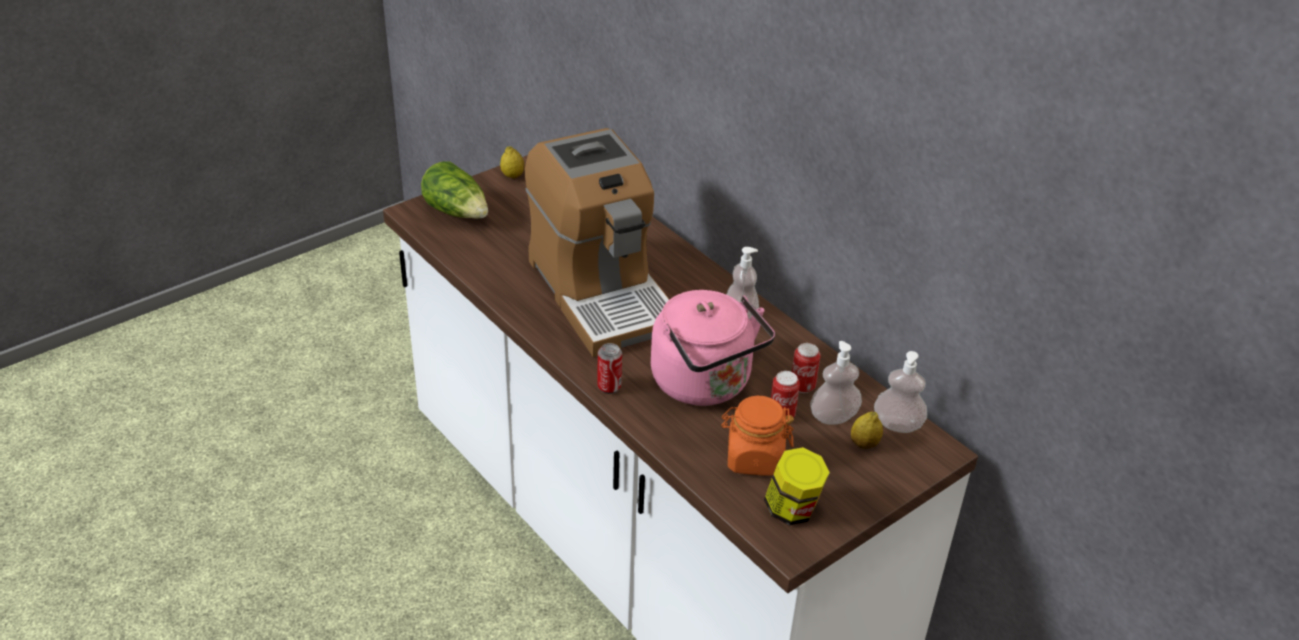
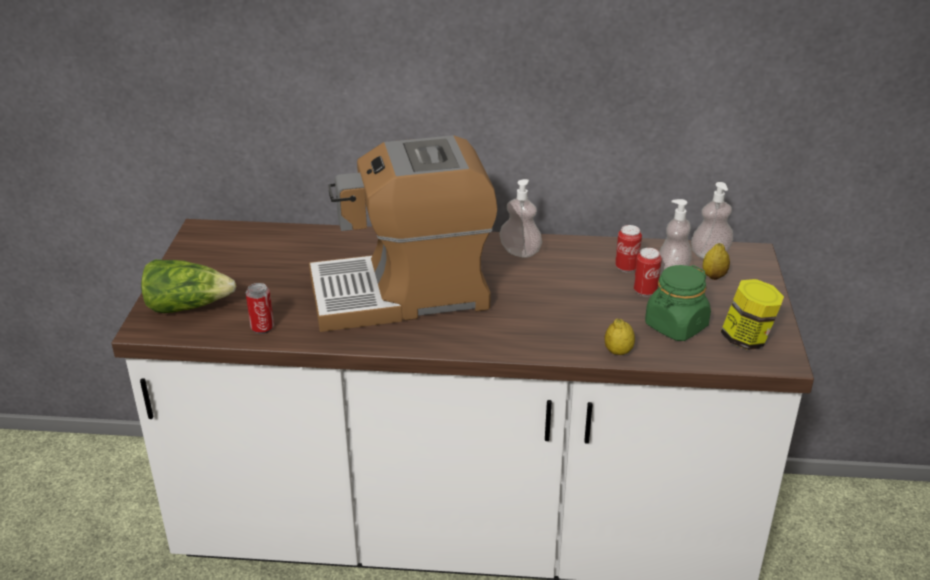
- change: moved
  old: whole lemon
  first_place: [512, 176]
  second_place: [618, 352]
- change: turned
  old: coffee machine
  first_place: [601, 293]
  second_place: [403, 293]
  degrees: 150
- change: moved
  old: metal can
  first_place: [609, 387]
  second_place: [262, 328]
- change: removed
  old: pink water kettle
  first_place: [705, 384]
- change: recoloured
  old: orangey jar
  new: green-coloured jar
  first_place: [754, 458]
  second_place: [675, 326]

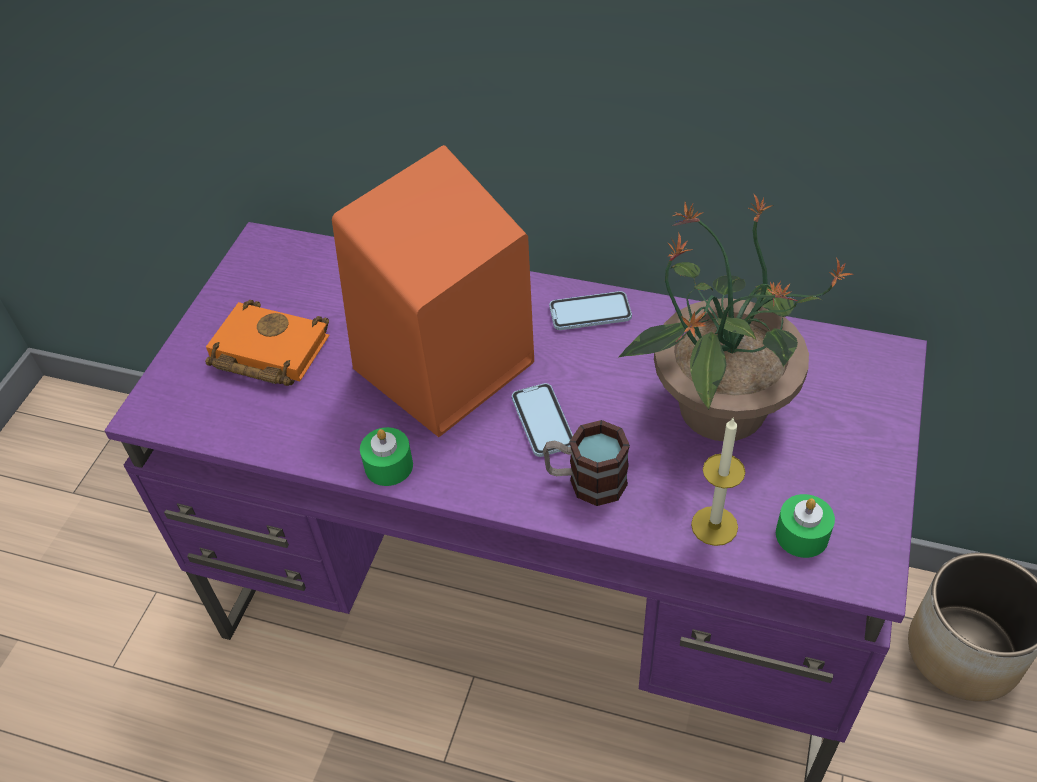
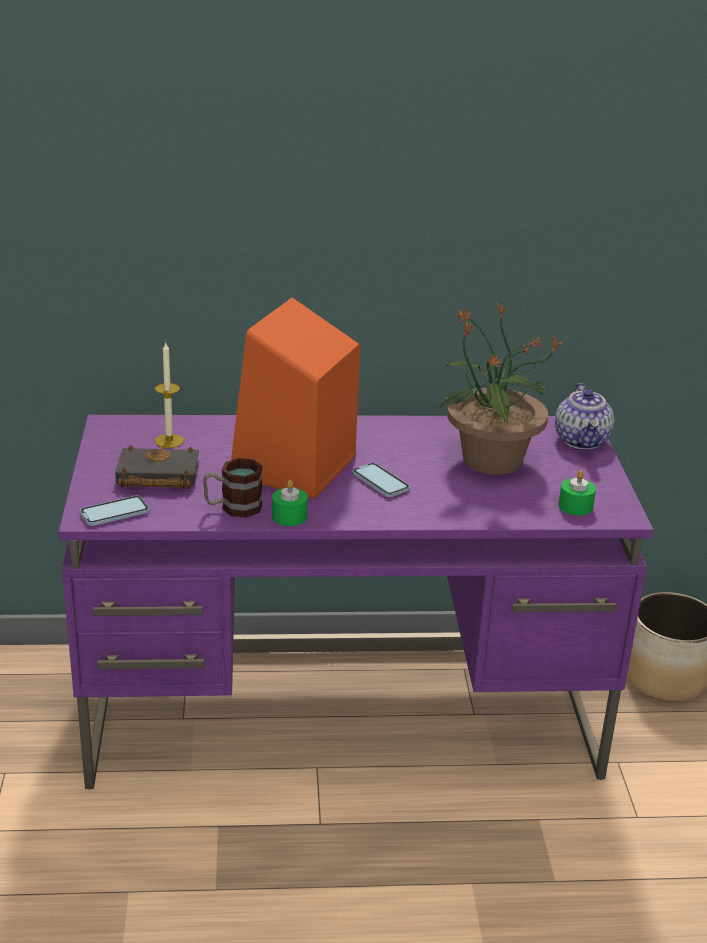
- change: recoloured
  old: orangey book
  new: black book
  first_place: [265, 351]
  second_place: [155, 476]
- change: moved
  old: mug
  first_place: [585, 481]
  second_place: [233, 507]
- change: moved
  old: phone
  first_place: [590, 313]
  second_place: [114, 513]
- change: moved
  old: wax candle
  first_place: [714, 526]
  second_place: [169, 441]
- change: added
  new: tea pot
  second_place: [582, 441]

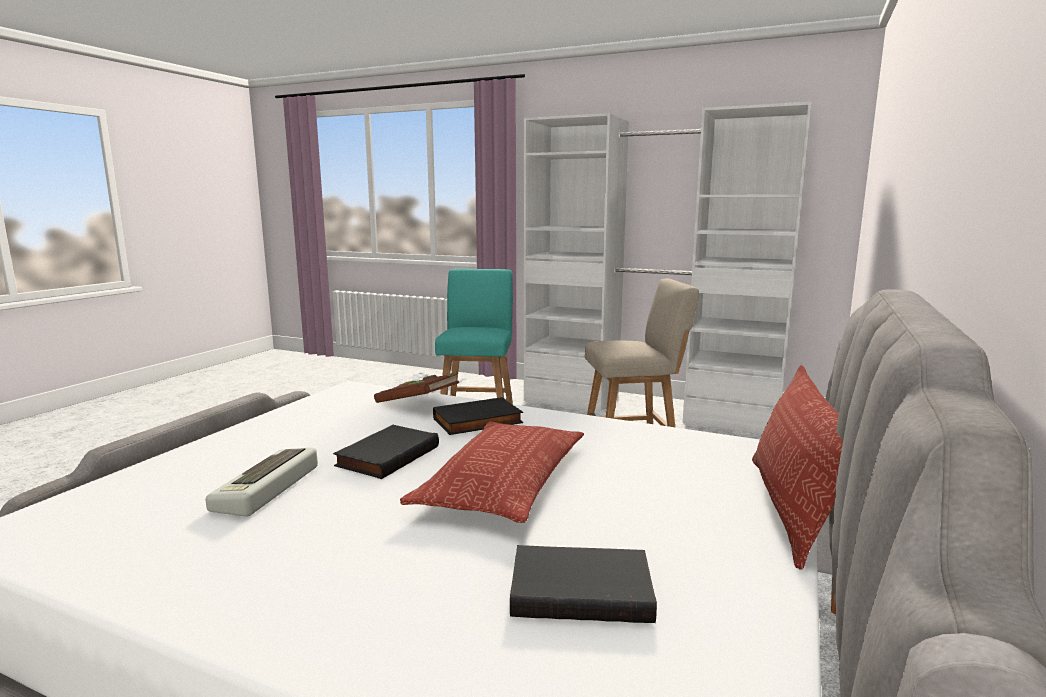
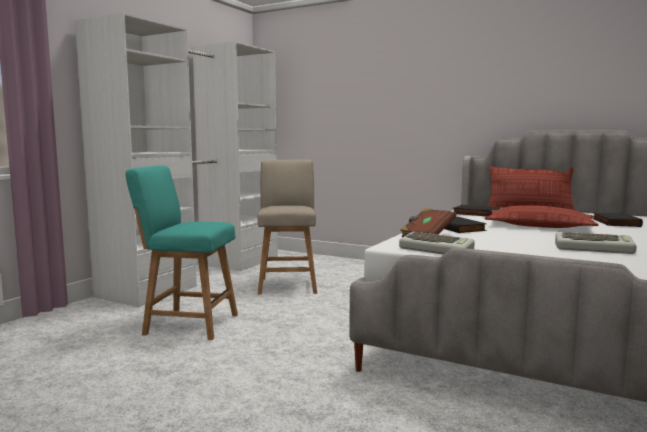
- change: moved
  old: black book
  first_place: [387, 455]
  second_place: [475, 214]
- change: added
  new: computer keyboard
  second_place: [437, 250]

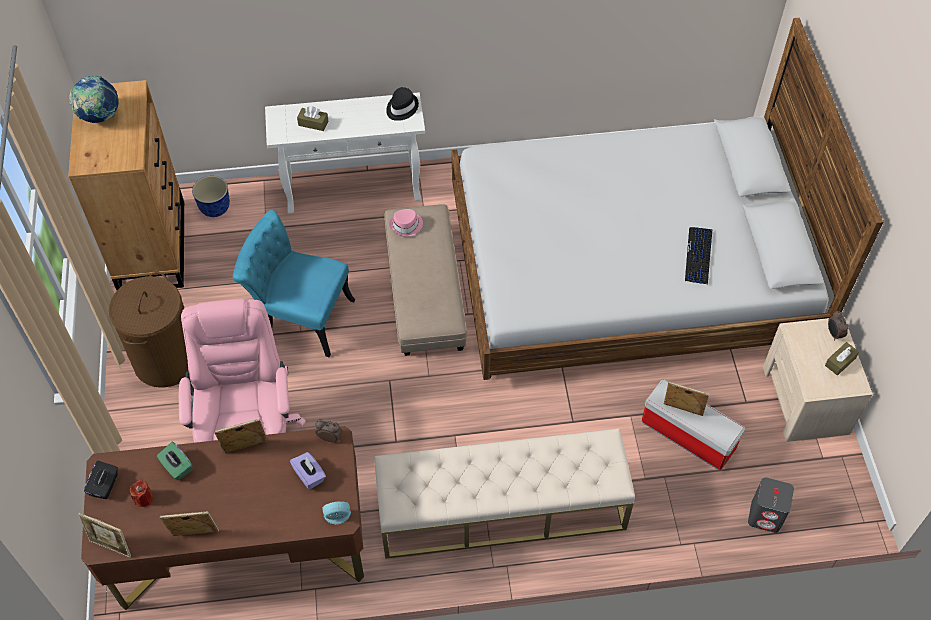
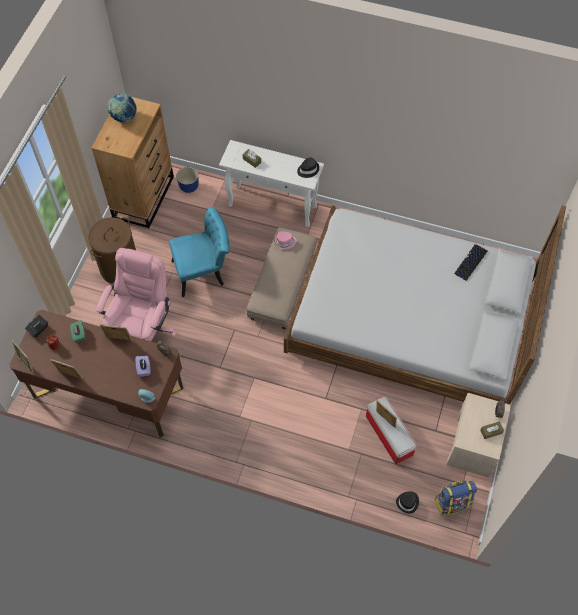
- change: turned
  old: turquoise-coloured chair
  first_place: [300, 316]
  second_place: [204, 271]
  degrees: 120
- change: removed
  old: sand-coloured long seat
  first_place: [500, 509]
- change: moved
  old: computer keyboard
  first_place: [698, 256]
  second_place: [470, 263]
- change: replaced
  old: greyish audio speaker
  new: black hat
  first_place: [765, 516]
  second_place: [408, 502]
- change: added
  new: knapsack
  second_place: [452, 503]

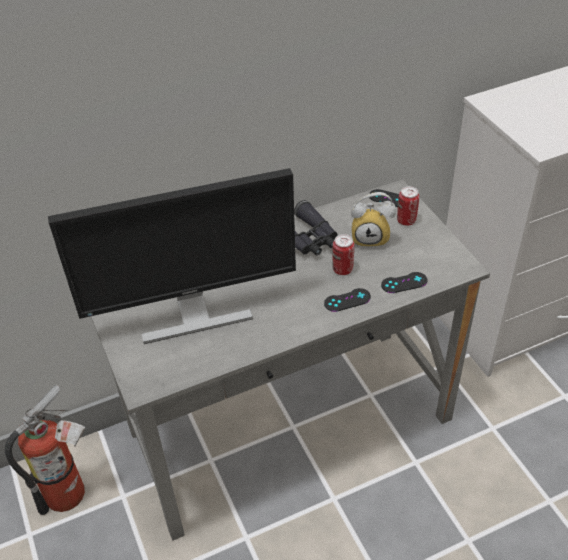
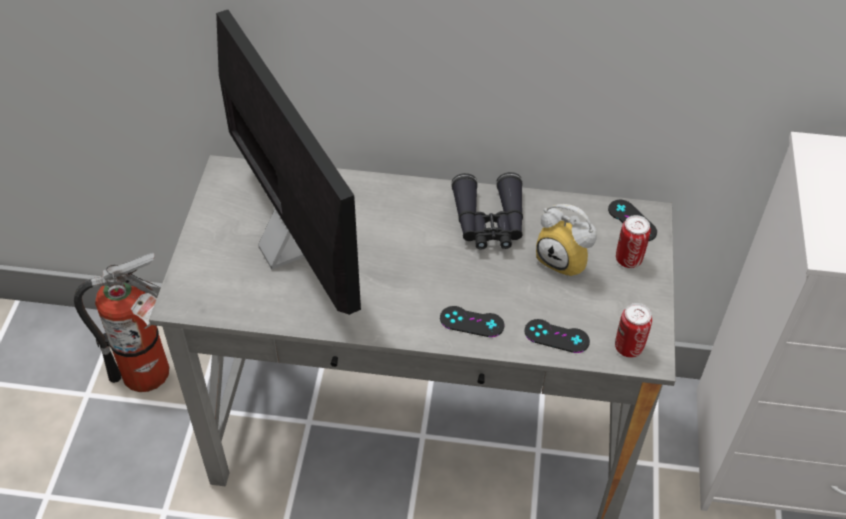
- change: turned
  old: computer screen
  first_place: [193, 314]
  second_place: [293, 249]
  degrees: -135
- change: moved
  old: metal can
  first_place: [342, 269]
  second_place: [628, 347]

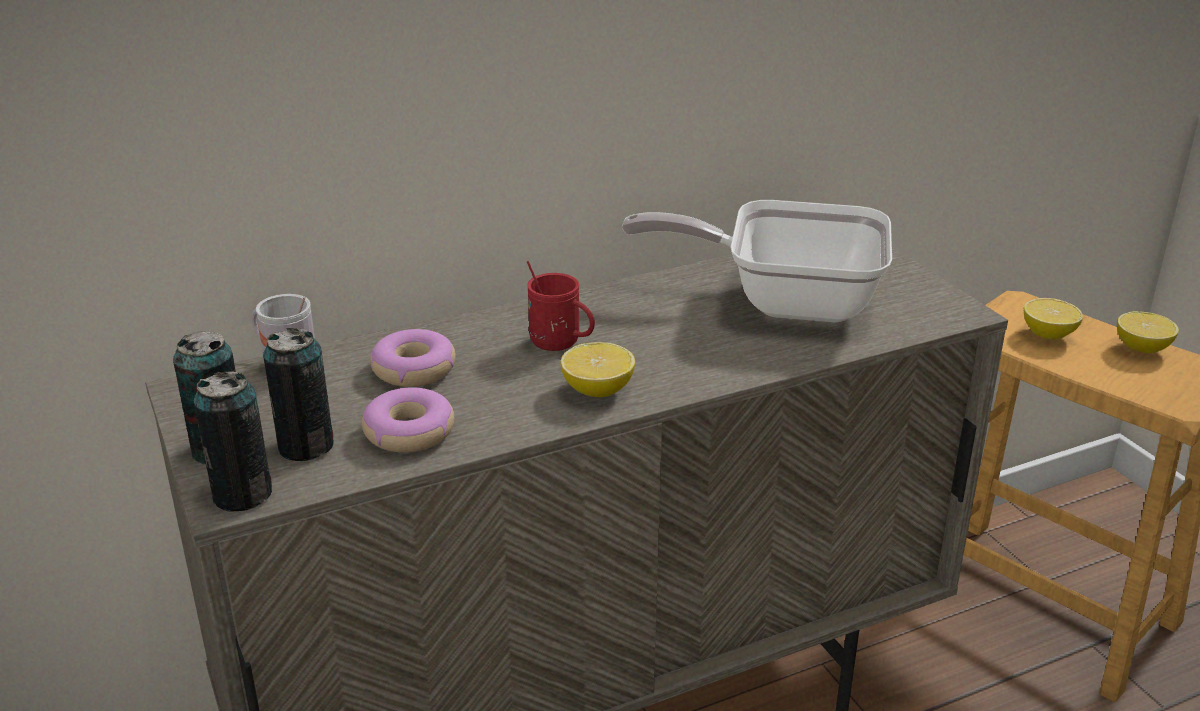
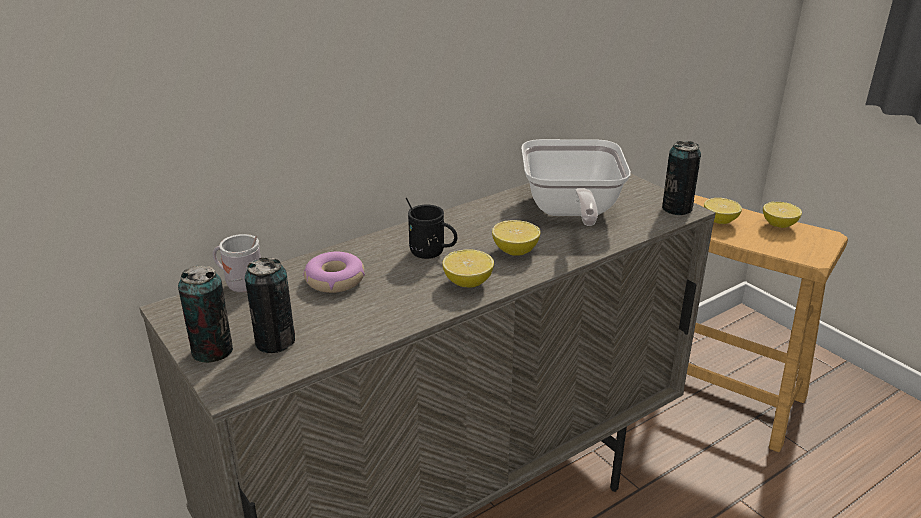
- change: moved
  old: metal can
  first_place: [242, 495]
  second_place: [677, 208]
- change: removed
  old: doughnut
  first_place: [409, 432]
- change: recoloured
  old: red mug
  new: black mug
  first_place: [561, 345]
  second_place: [432, 254]
- change: turned
  old: pan
  first_place: [784, 301]
  second_place: [570, 212]
  degrees: -90
- change: added
  new: whole lemon
  second_place: [515, 251]

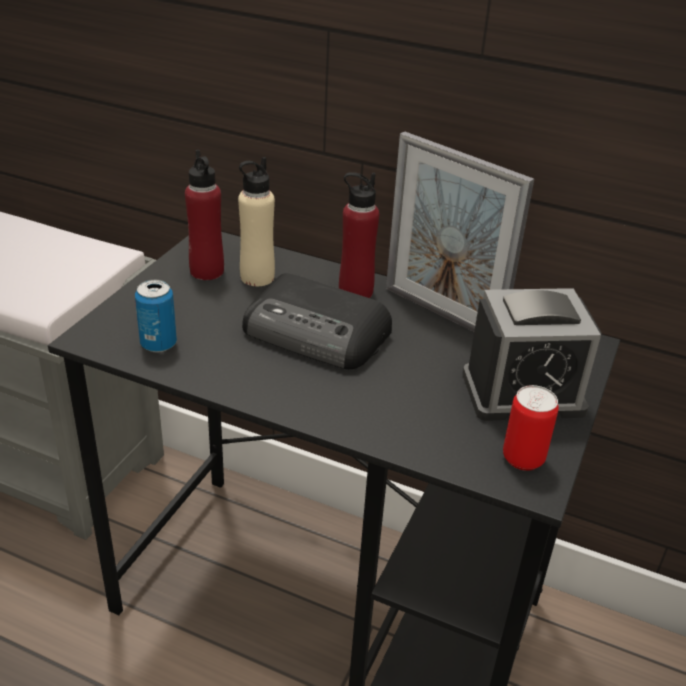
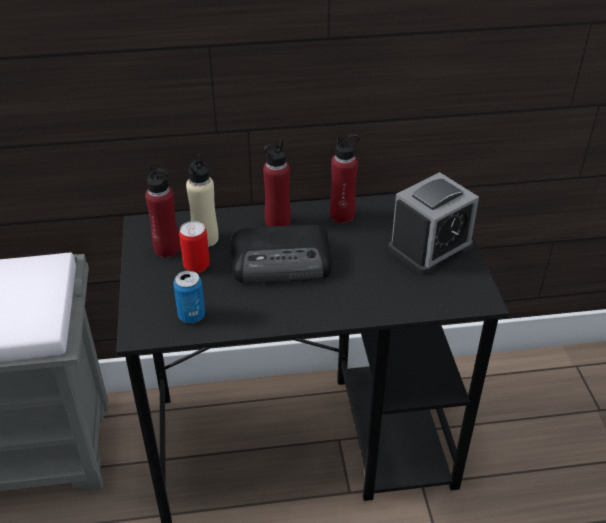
- change: replaced
  old: standing frame
  new: red bottle
  first_place: [442, 314]
  second_place: [342, 215]
- change: moved
  old: metal can
  first_place: [523, 458]
  second_place: [196, 266]

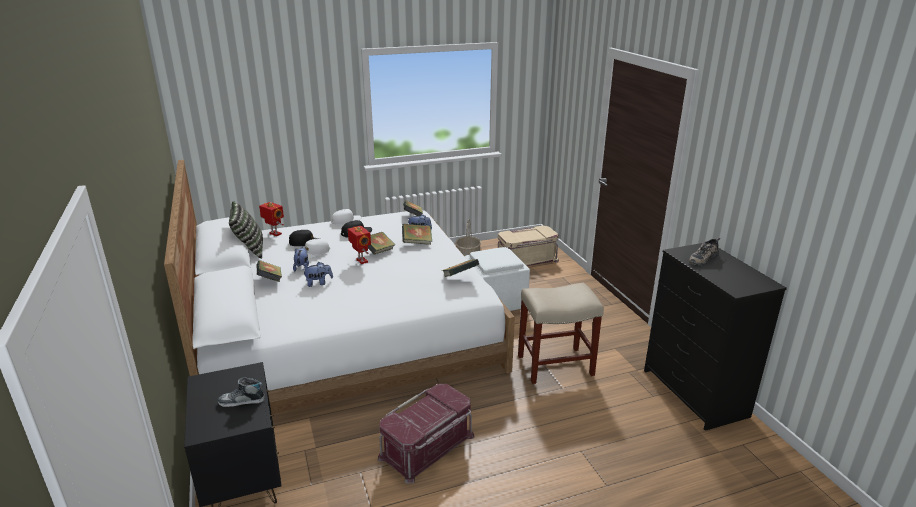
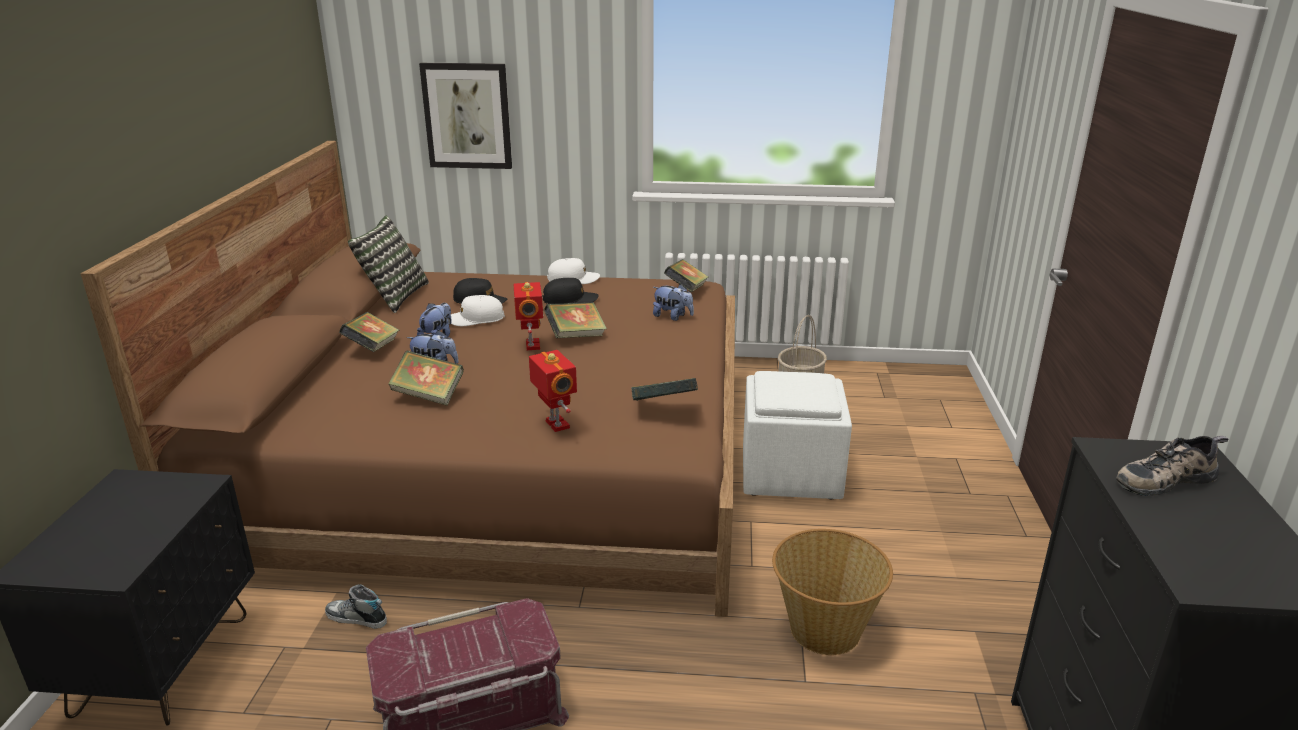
- change: recoloured
  old: white-coloured bed
  new: brown-coloured bed
  first_place: [342, 330]
  second_place: [501, 459]
- change: moved
  old: low shoe
  first_place: [242, 401]
  second_place: [356, 618]
- change: moved
  old: robot figure
  first_place: [274, 234]
  second_place: [555, 425]
- change: moved
  old: book
  first_place: [417, 242]
  second_place: [428, 396]
- change: removed
  old: sand-coloured storage container
  first_place: [526, 259]
- change: replaced
  old: sand-coloured stool
  new: household basket
  first_place: [556, 365]
  second_place: [825, 629]
- change: added
  new: picture
  second_place: [467, 116]

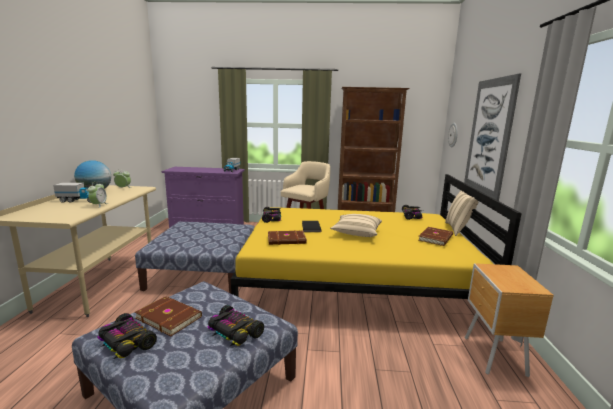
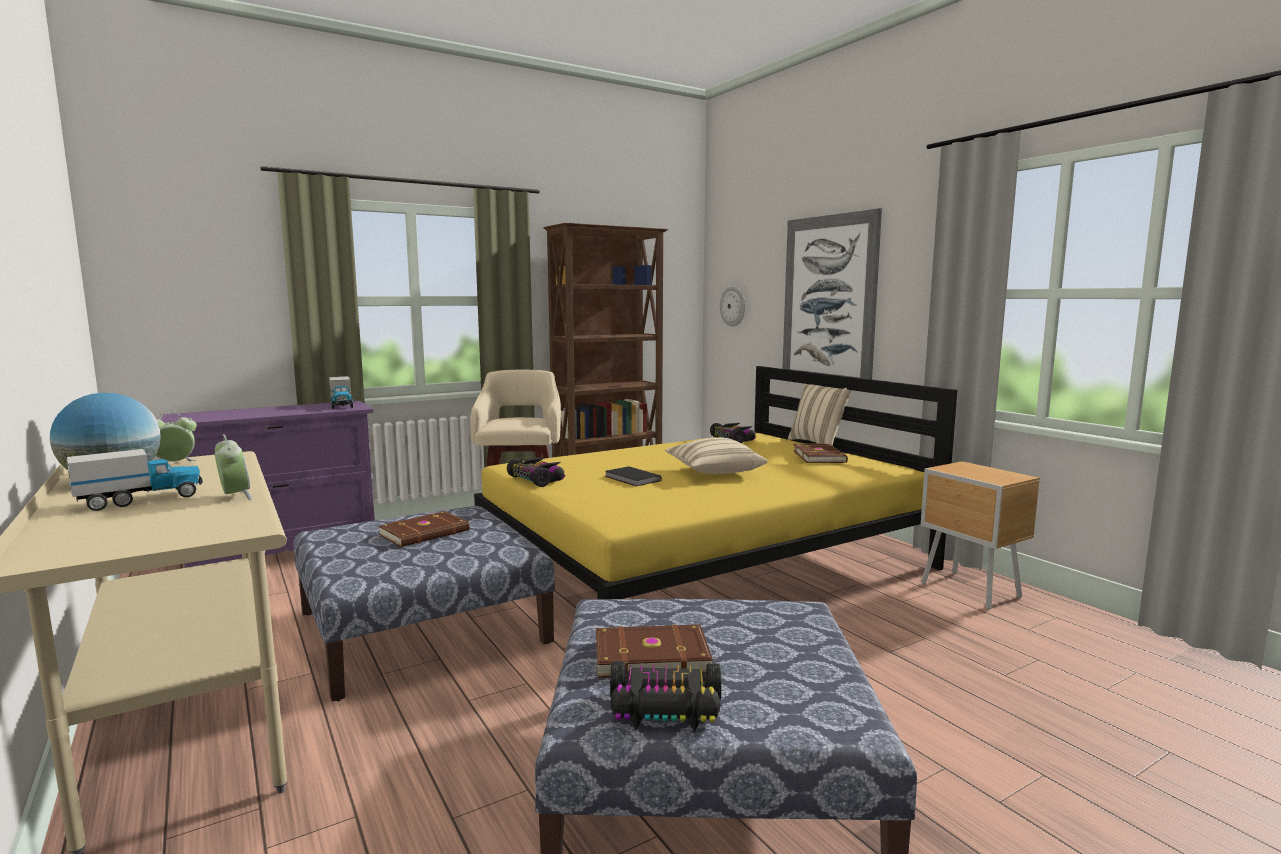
- change: removed
  old: miniature car
  first_place: [234, 332]
- change: moved
  old: brown-coloured book
  first_place: [287, 240]
  second_place: [425, 533]

